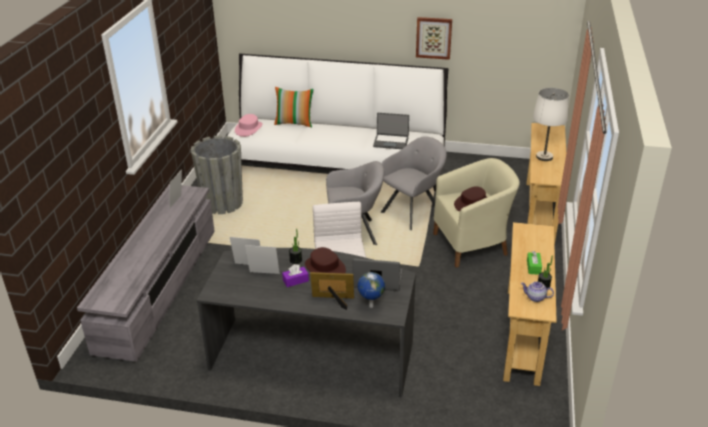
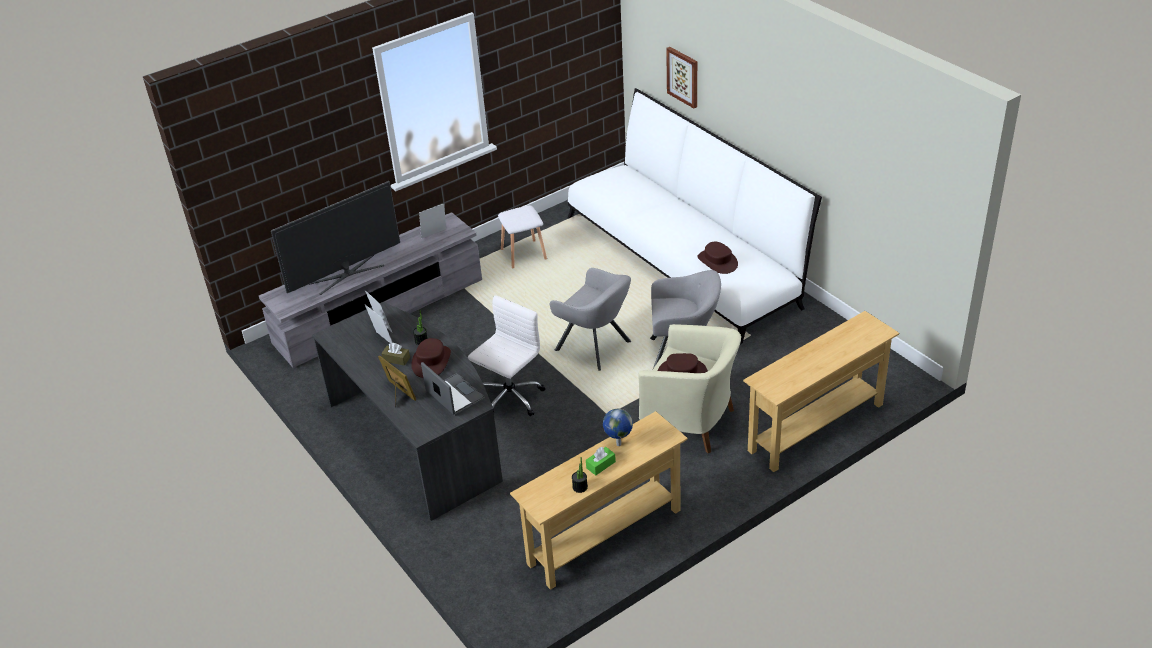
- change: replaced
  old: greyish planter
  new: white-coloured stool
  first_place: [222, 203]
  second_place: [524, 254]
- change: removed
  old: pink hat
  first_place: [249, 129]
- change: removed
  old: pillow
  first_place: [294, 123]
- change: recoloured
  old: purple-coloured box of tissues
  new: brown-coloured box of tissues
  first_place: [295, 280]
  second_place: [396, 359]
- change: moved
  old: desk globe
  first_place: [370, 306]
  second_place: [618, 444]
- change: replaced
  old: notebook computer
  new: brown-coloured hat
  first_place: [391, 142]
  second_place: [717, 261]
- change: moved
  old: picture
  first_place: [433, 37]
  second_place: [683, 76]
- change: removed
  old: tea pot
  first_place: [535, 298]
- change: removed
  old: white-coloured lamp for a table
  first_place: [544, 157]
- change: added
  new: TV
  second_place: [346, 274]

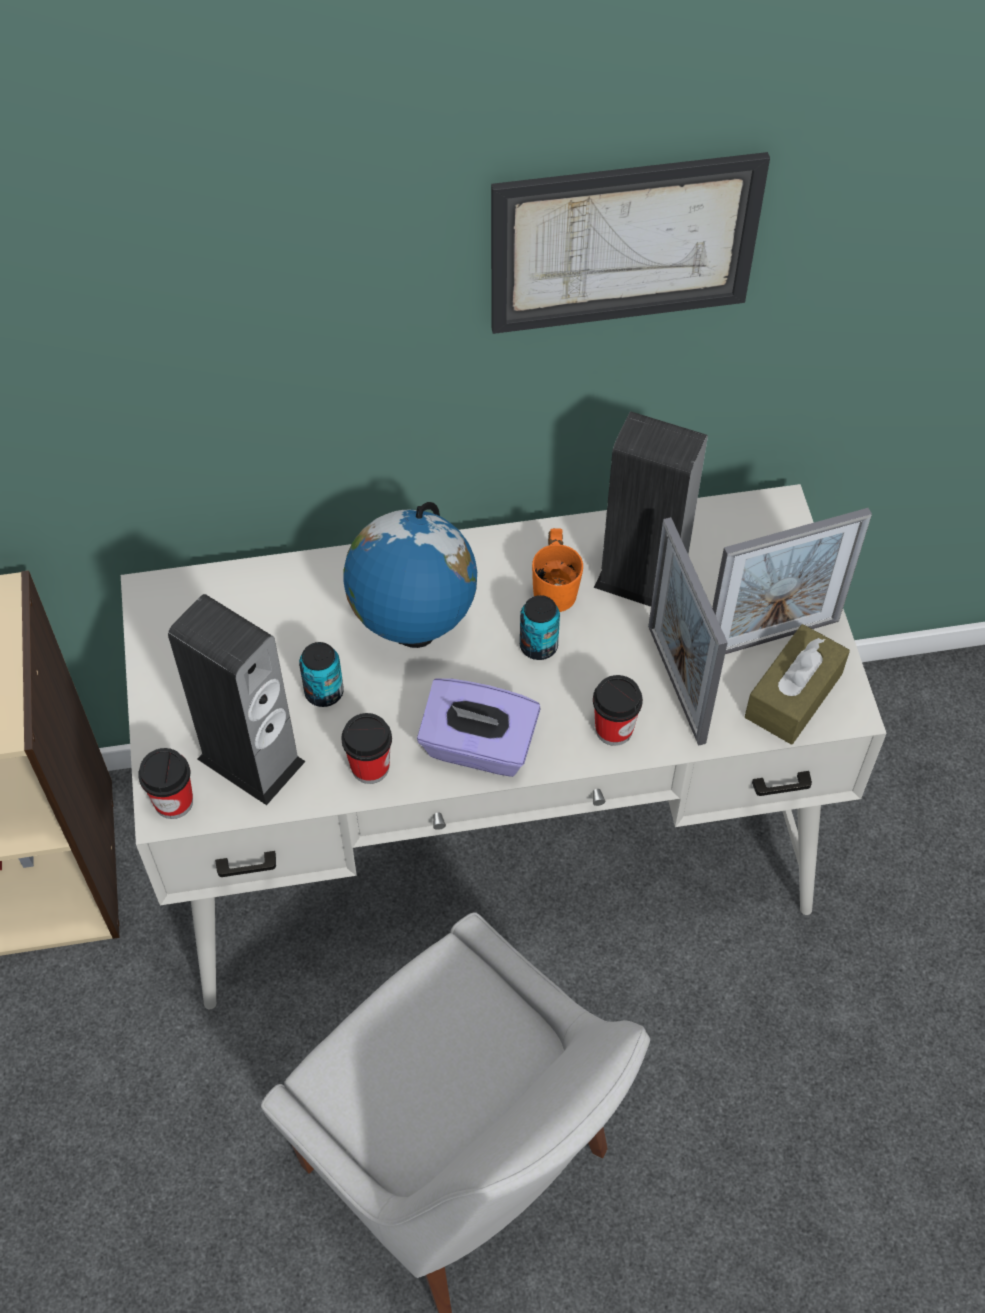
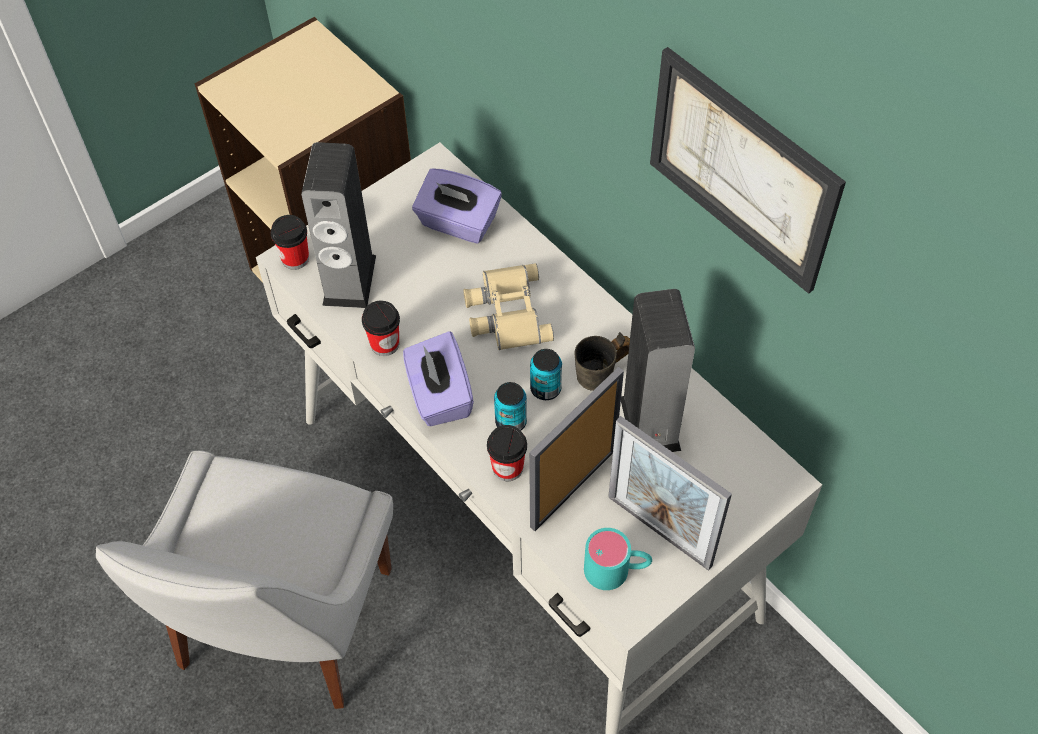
- change: moved
  old: metal can
  first_place: [324, 692]
  second_place: [511, 421]
- change: replaced
  old: desk globe
  new: sand-coloured binoculars
  first_place: [413, 632]
  second_place: [505, 312]
- change: recoloured
  old: orangey mug
  new: greyish mug
  first_place: [560, 588]
  second_place: [604, 377]
- change: replaced
  old: brown-coloured box of tissues
  new: turquoise-coloured mug
  first_place: [793, 695]
  second_place: [617, 570]
- change: added
  new: purple-coloured box of tissues
  second_place: [458, 223]

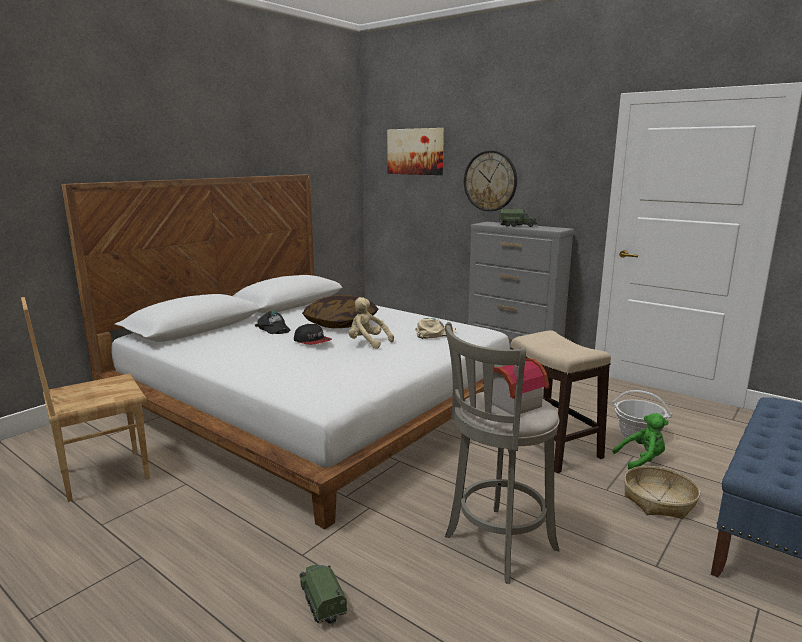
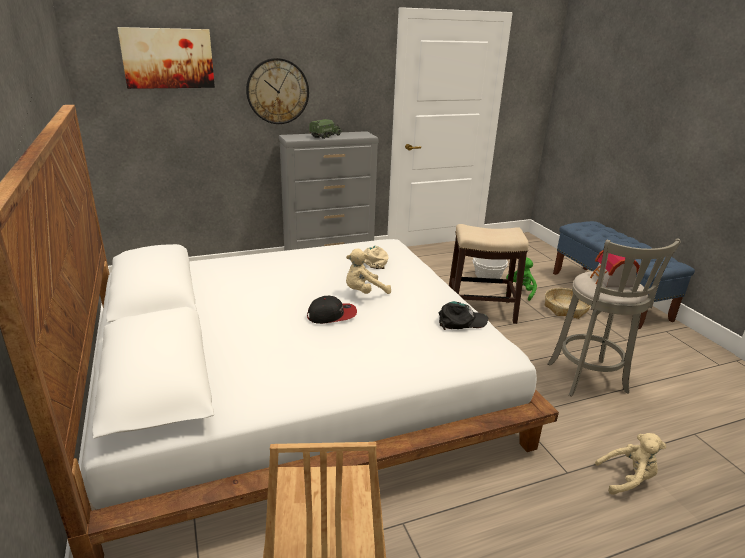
- change: moved
  old: black cap
  first_place: [273, 328]
  second_place: [461, 321]
- change: replaced
  old: model truck
  new: sand-coloured plush toy
  first_place: [321, 600]
  second_place: [627, 479]
- change: removed
  old: pillow
  first_place: [341, 324]

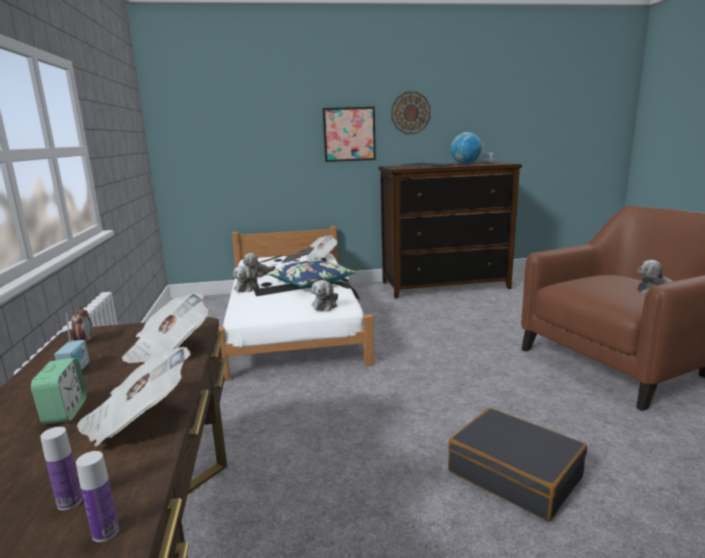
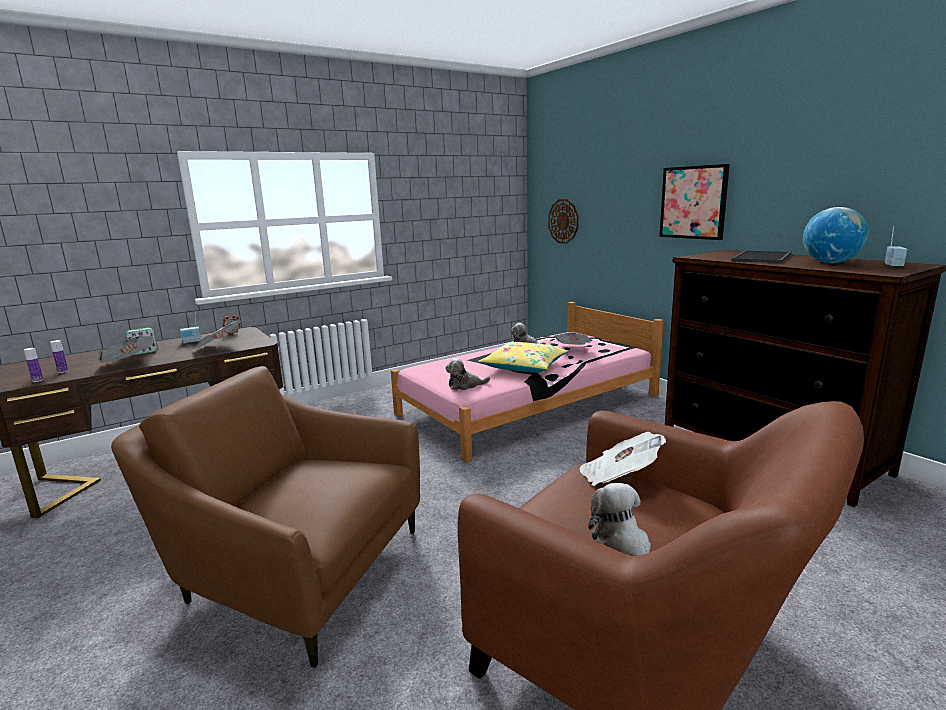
- change: recoloured
  old: white-coloured bed
  new: pink bed
  first_place: [292, 322]
  second_place: [529, 404]
- change: removed
  old: plush toy
  first_place: [246, 288]
- change: recoloured
  old: blue pillow
  new: yellow pillow
  first_place: [311, 282]
  second_place: [524, 367]
- change: moved
  old: newspaper
  first_place: [321, 256]
  second_place: [618, 477]
- change: moved
  old: hanging clock
  first_place: [410, 113]
  second_place: [563, 221]
- change: replaced
  old: black piece of luggage
  new: brown-coloured armchair
  first_place: [514, 474]
  second_place: [294, 572]

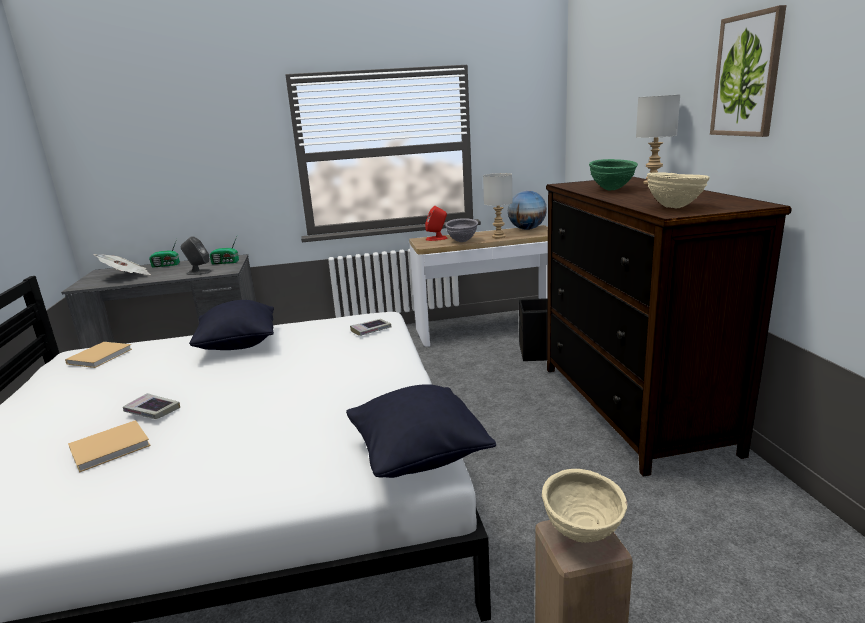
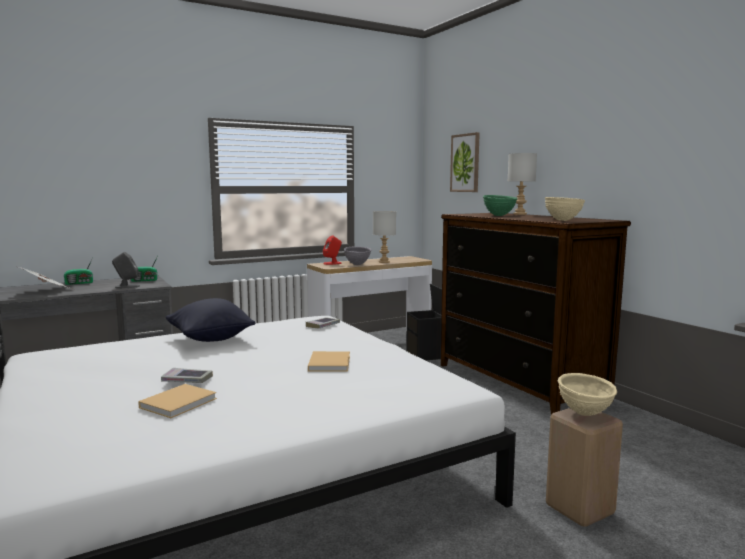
- change: moved
  old: sand-coloured book
  first_place: [101, 356]
  second_place: [329, 363]
- change: removed
  old: black pillow
  first_place: [419, 456]
- change: removed
  old: desk globe
  first_place: [526, 229]
- change: moved
  old: picture
  first_place: [747, 75]
  second_place: [465, 163]

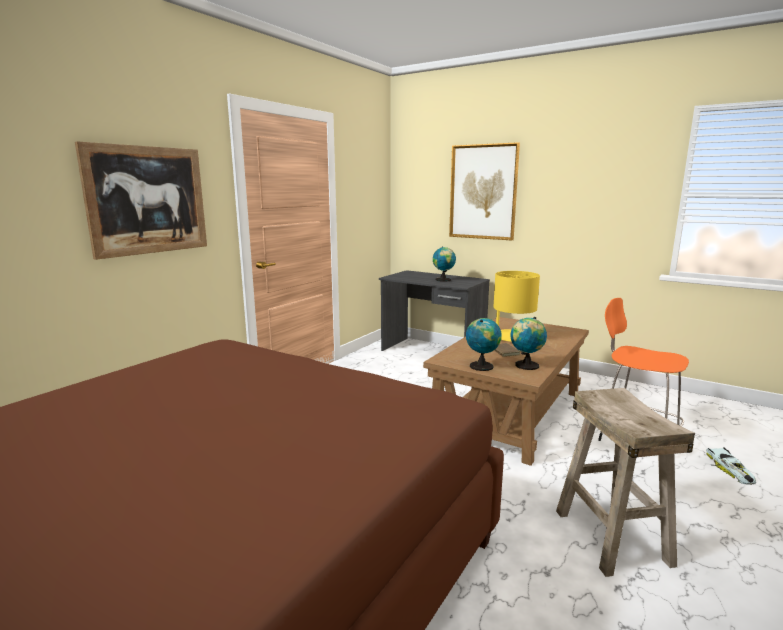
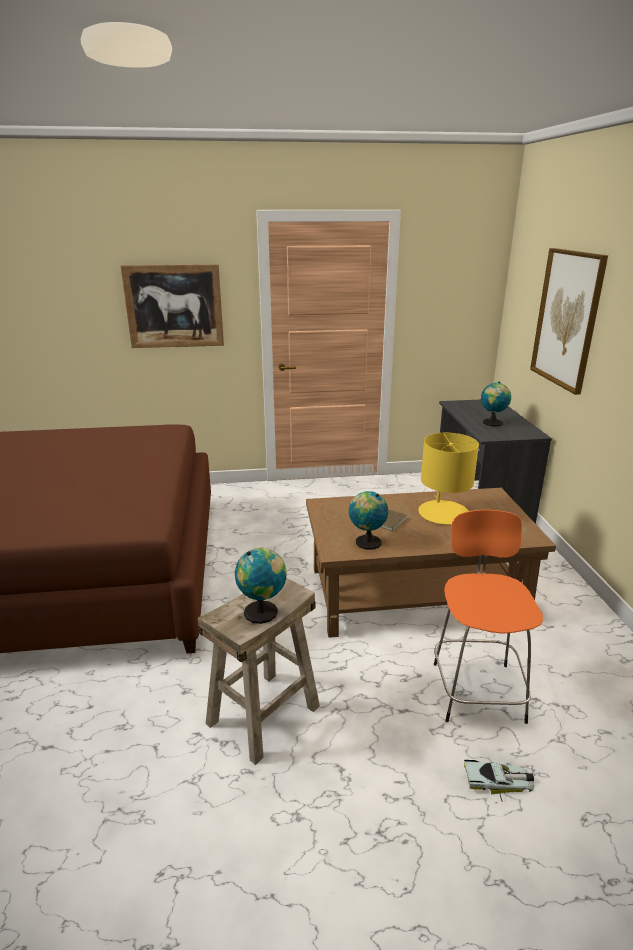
- change: moved
  old: desk globe
  first_place: [482, 366]
  second_place: [263, 612]
- change: turned
  old: miniature car
  first_place: [730, 469]
  second_place: [498, 782]
  degrees: -135

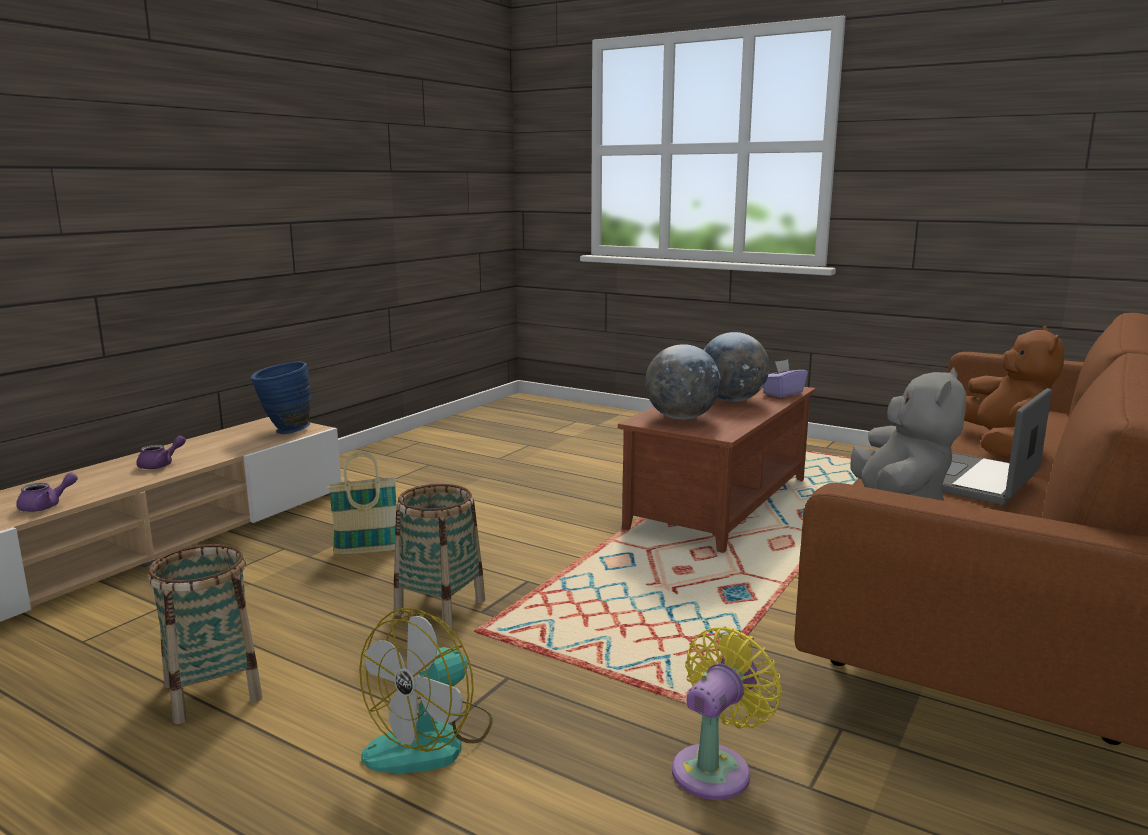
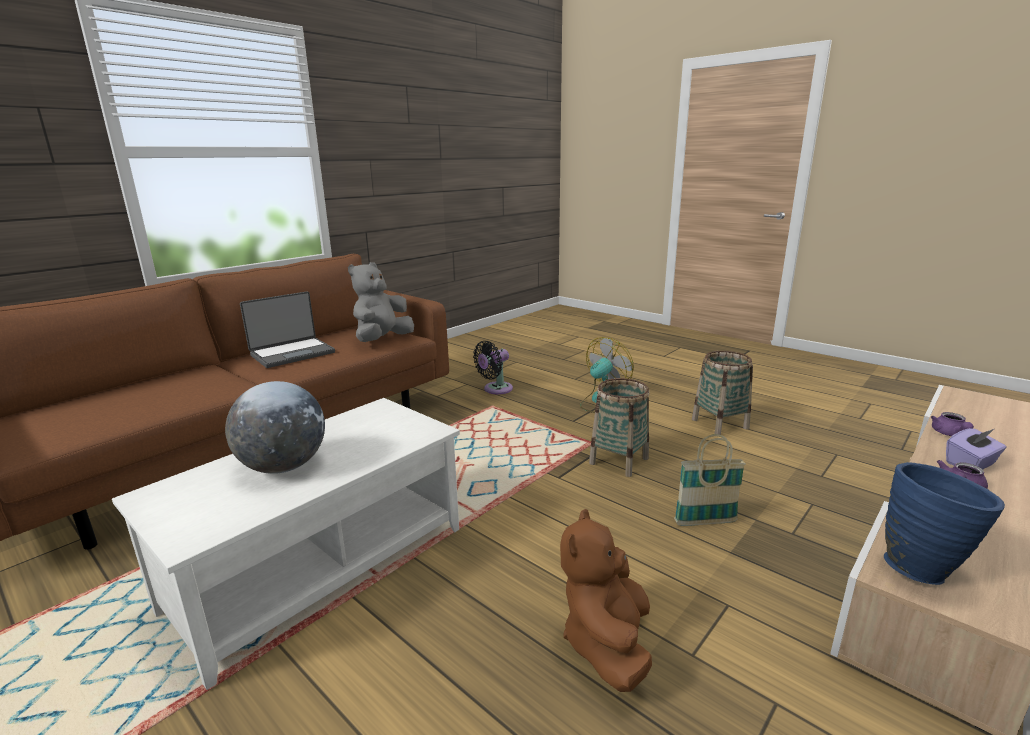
- change: turned
  old: purple-coloured tea pot
  first_place: [46, 506]
  second_place: [950, 434]
  degrees: -45
- change: recoloured
  old: brown-coloured coffee table
  new: white-coloured coffee table
  first_place: [721, 504]
  second_place: [320, 566]
- change: removed
  old: desk globe
  first_place: [681, 418]
- change: recoloured
  old: yellow cooling fan
  new: black cooling fan
  first_place: [716, 768]
  second_place: [495, 389]
- change: moved
  old: purple-coloured box of tissues
  first_place: [782, 393]
  second_place: [971, 463]
- change: moved
  old: brown-coloured plush toy
  first_place: [1002, 447]
  second_place: [607, 643]

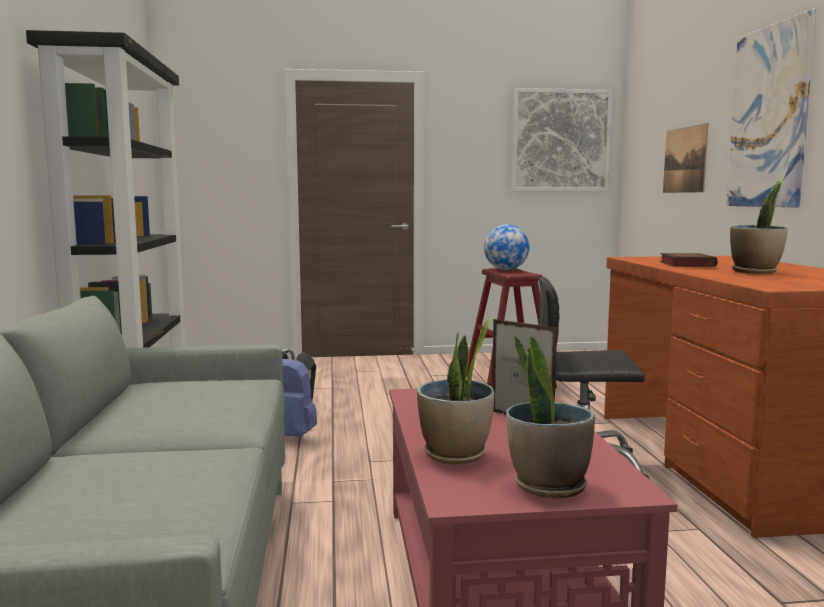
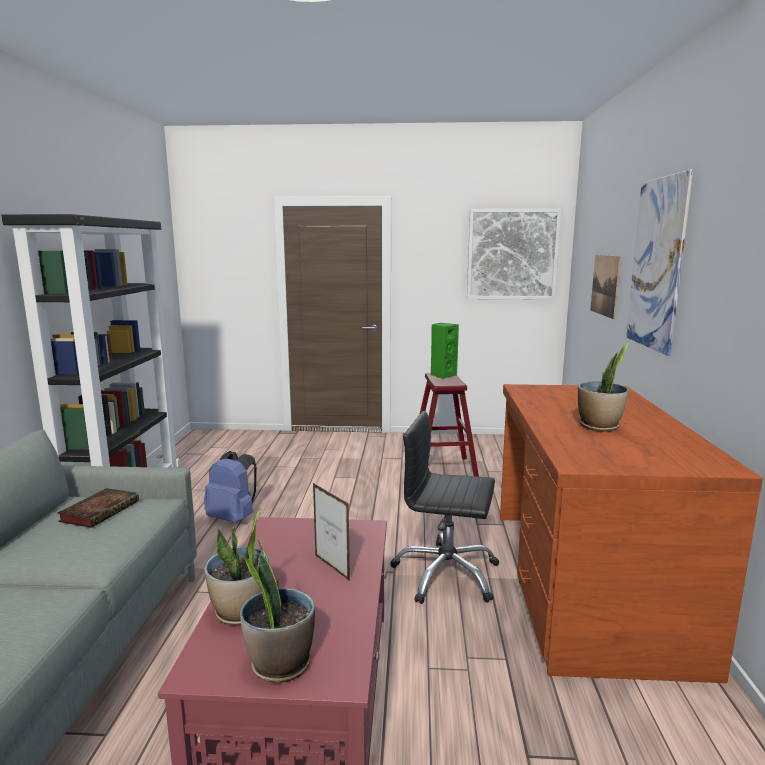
- change: replaced
  old: desk globe
  new: green-coloured audio speaker
  first_place: [506, 269]
  second_place: [443, 375]
- change: moved
  old: book
  first_place: [685, 264]
  second_place: [101, 511]

